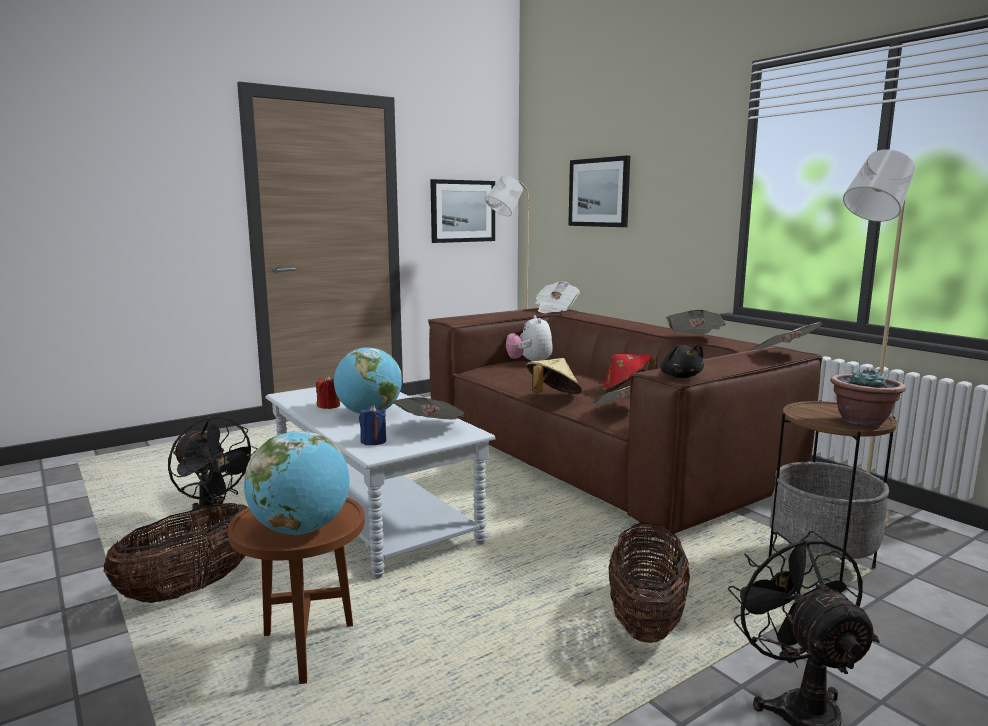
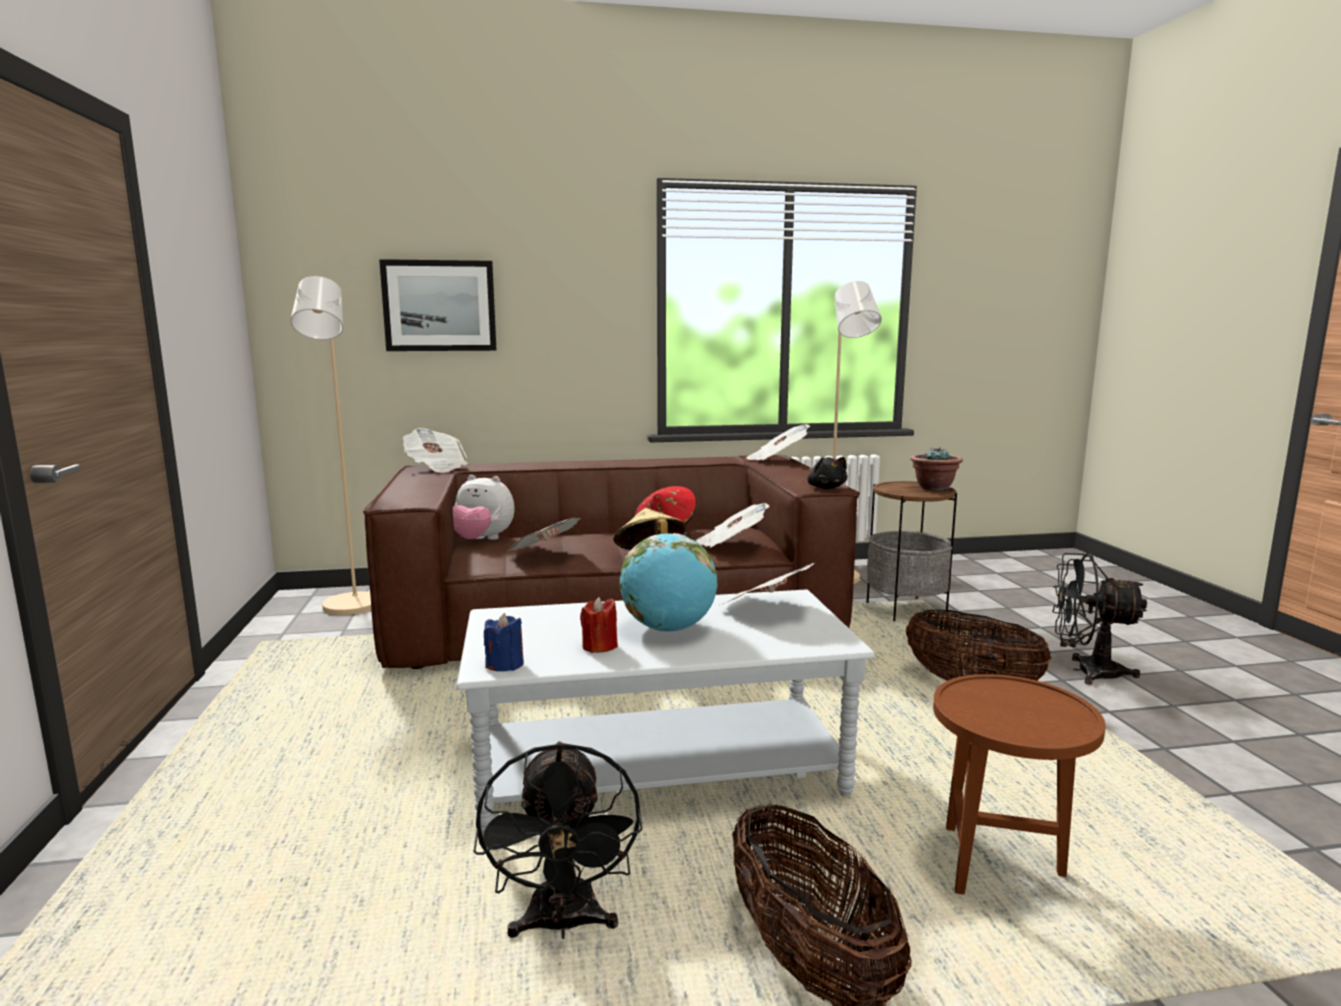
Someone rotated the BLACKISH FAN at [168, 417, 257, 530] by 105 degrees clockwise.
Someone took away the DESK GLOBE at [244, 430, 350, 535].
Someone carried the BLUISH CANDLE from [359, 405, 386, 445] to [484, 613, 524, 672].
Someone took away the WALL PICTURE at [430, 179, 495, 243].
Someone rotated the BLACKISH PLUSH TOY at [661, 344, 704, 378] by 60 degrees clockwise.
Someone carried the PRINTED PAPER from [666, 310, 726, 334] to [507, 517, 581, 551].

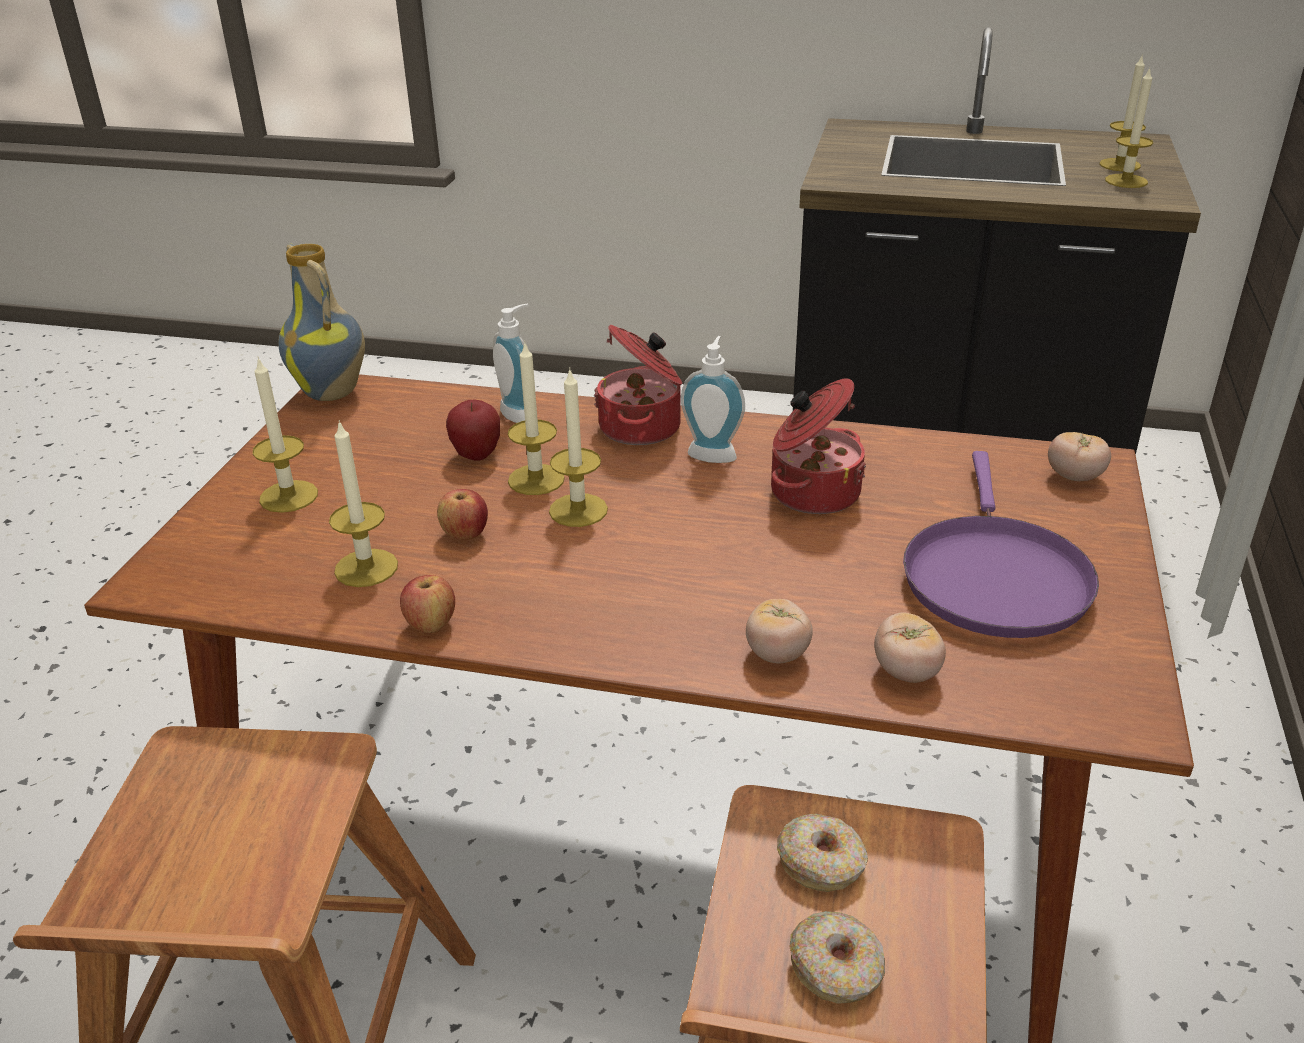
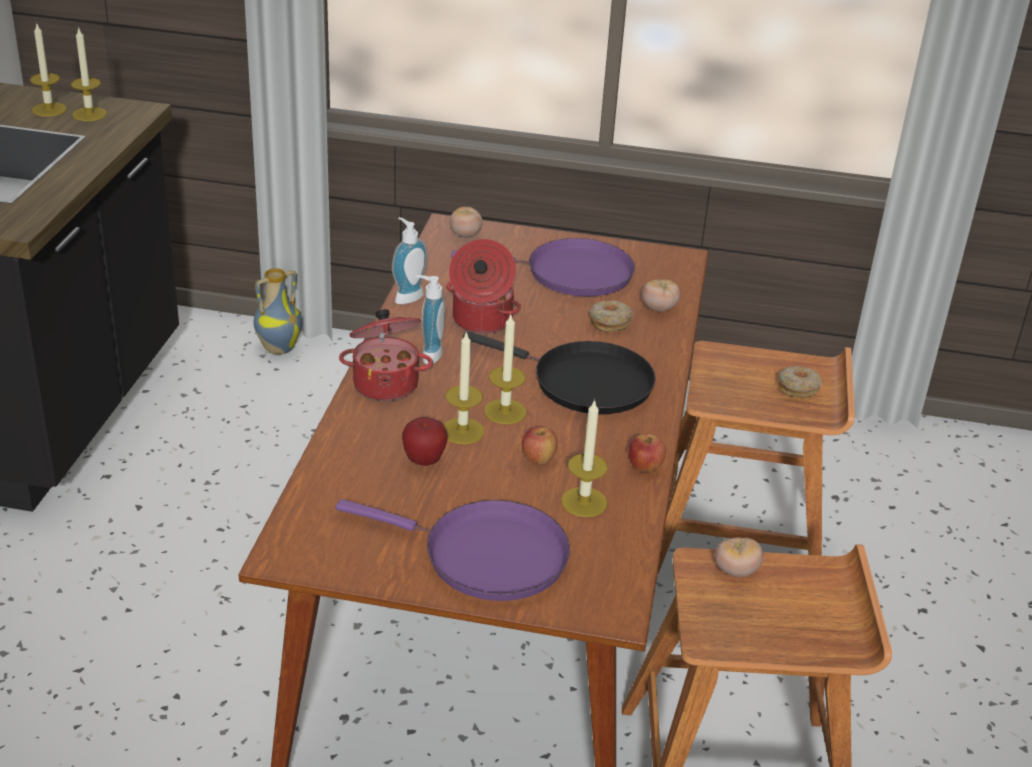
Someone swapped the CANDLE at [253, 357, 318, 513] for the PURPLE-COLOURED PAN at [336, 499, 570, 601].
Someone carried the DECORATIVE VASE from [278, 243, 365, 401] to [253, 268, 302, 354].
Someone carried the SOAP DISPENSER from [493, 304, 529, 423] to [392, 217, 428, 304].
Someone carried the WHOLE TOMATO from [746, 599, 813, 664] to [715, 537, 764, 577].
Someone carried the RING DOUGHNUT from [777, 814, 868, 892] to [589, 301, 633, 332].
Someone put down the BLACKISH PAN at [463, 331, 656, 414].

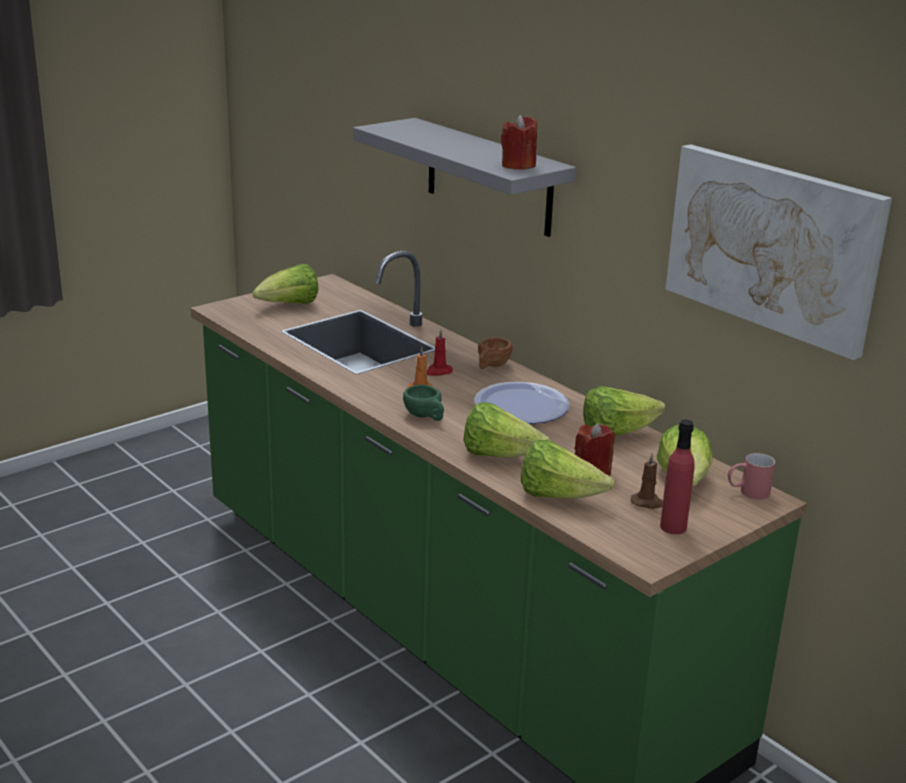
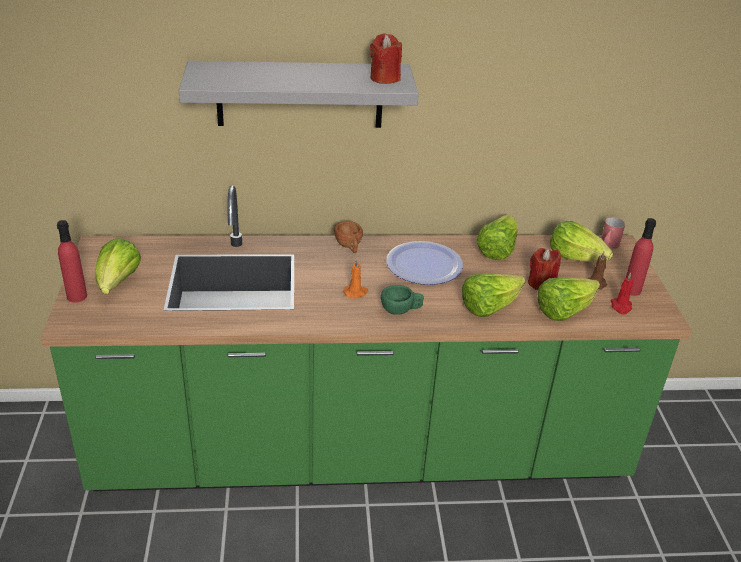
Someone carried the RED-COLOURED CANDLE from [427, 329, 453, 376] to [611, 272, 633, 315].
Someone took away the WALL PICTURE at [666, 144, 892, 360].
Someone put down the RED-COLOURED BOTTLE at [57, 220, 87, 302].

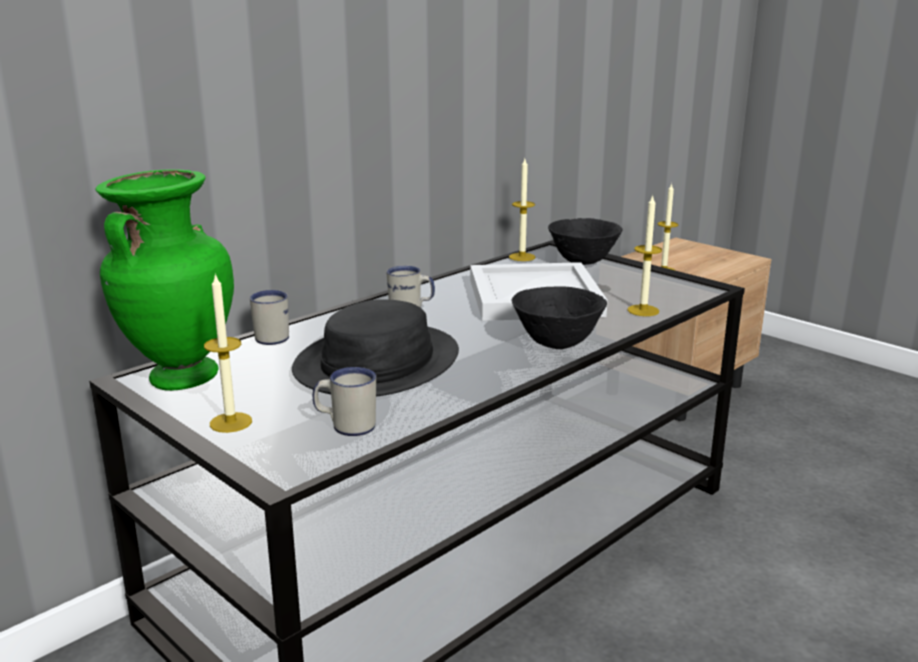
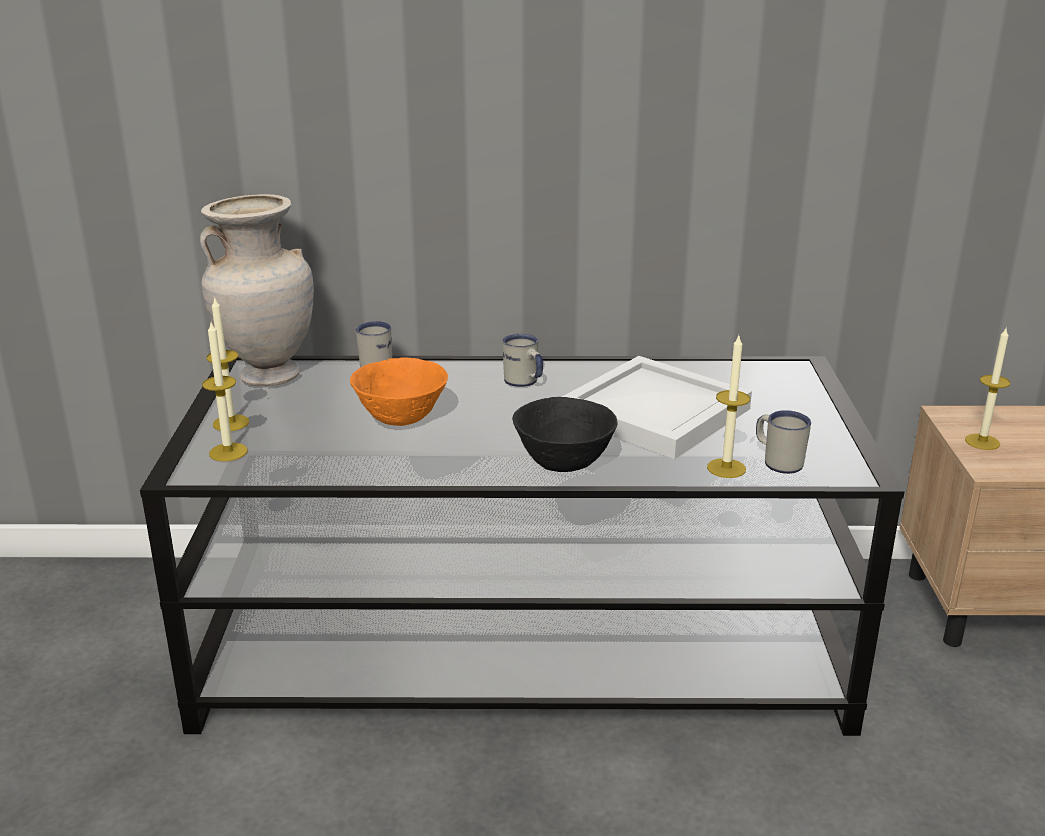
Someone repainted the GREEN DECORATIVE VASE at [95, 169, 234, 391], which became the BEIGE DECORATIVE VASE at [200, 194, 314, 386].
Someone swapped the BLACKISH HAT at [292, 299, 459, 396] for the ORANGEY DEEP DISH at [350, 358, 448, 426].
Someone carried the WHITE-COLOURED COFFEE MUG from [313, 367, 376, 436] to [756, 410, 811, 474].
Someone carried the CANDLE from [509, 159, 535, 261] to [202, 322, 247, 461].
Someone took away the BLACKISH DEEP DISH at [548, 218, 623, 265].

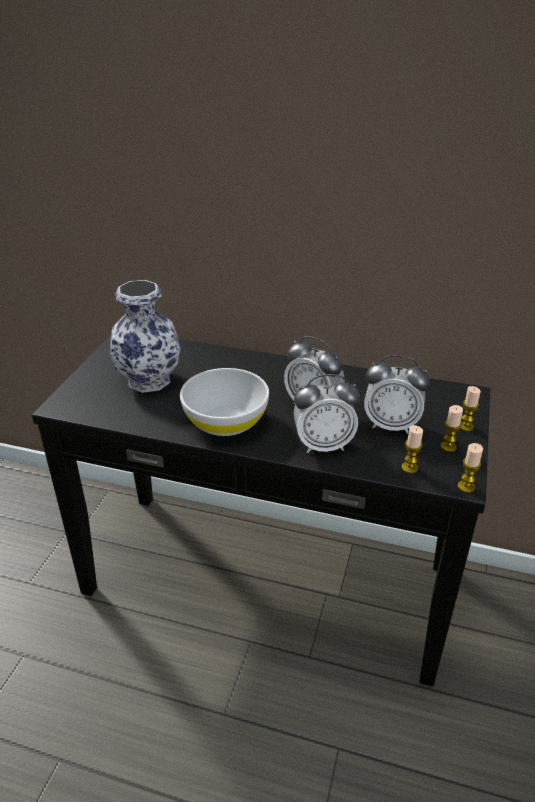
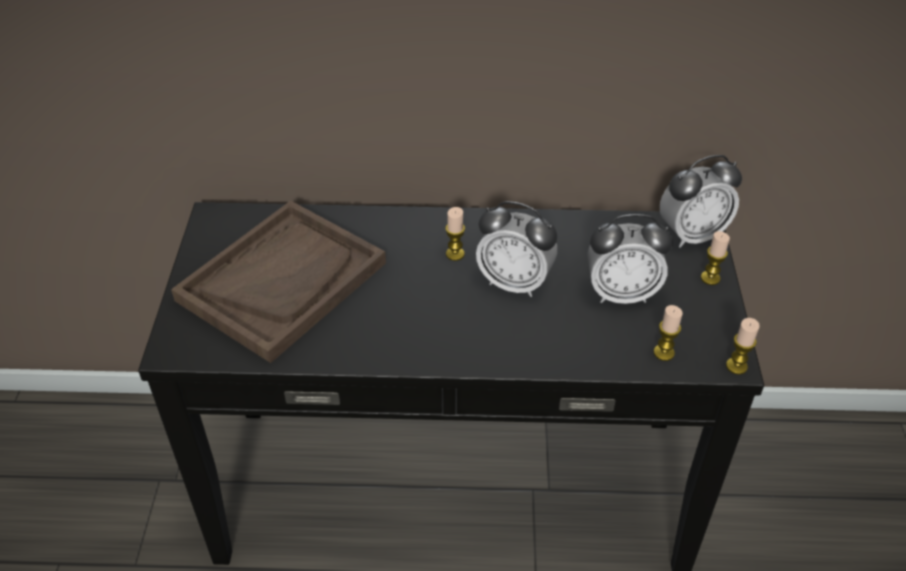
Someone swapped the DECORATIVE VASE at [110, 280, 180, 393] for the BROWN TRAY at [171, 201, 386, 363].
Someone took away the WHITE-COLOURED DEEP DISH at [180, 368, 269, 436].
Someone carried the ALARM CLOCK from [294, 374, 360, 453] to [660, 155, 742, 247].
Someone carried the CANDLE from [440, 405, 463, 452] to [445, 207, 465, 261].

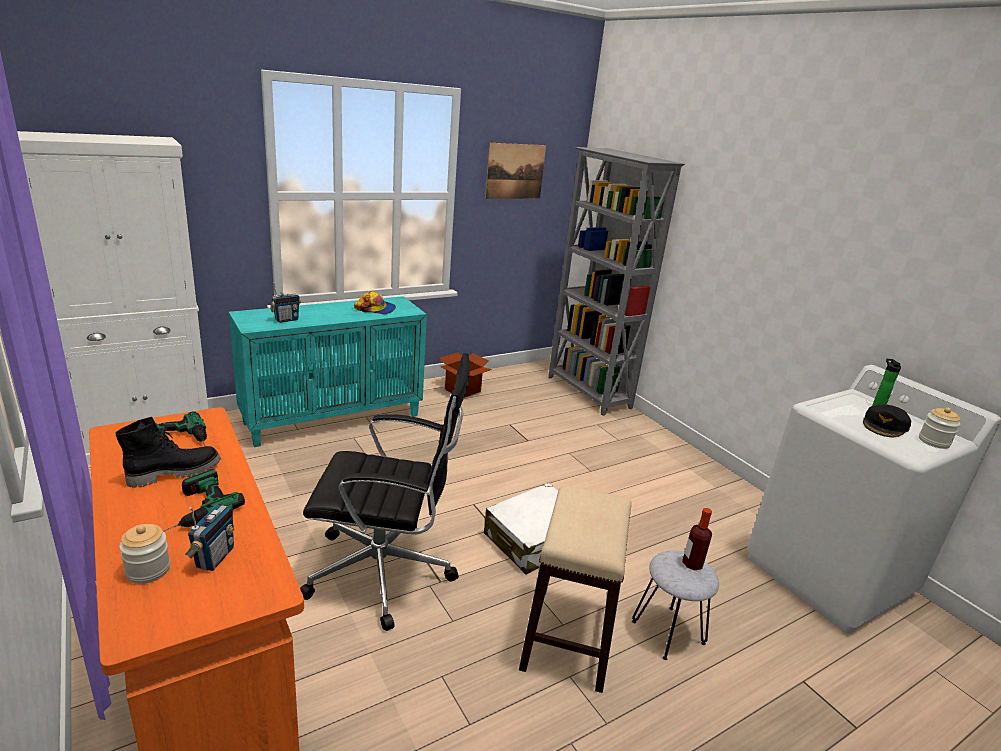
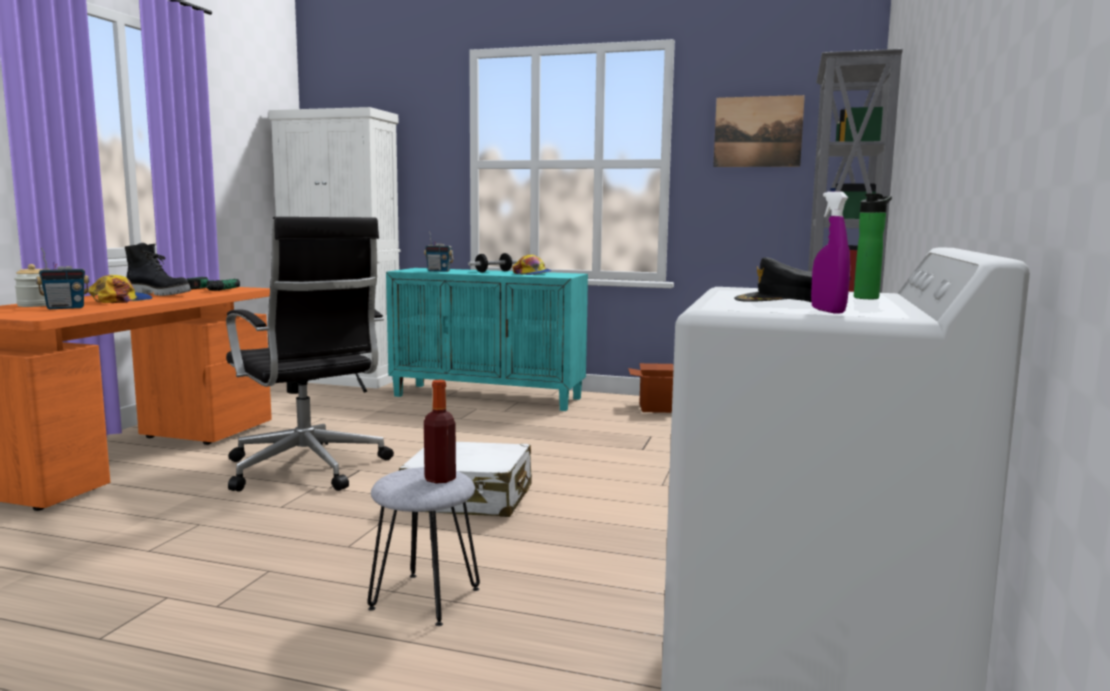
Someone swapped the ELECTRIC DRILL at [163, 469, 245, 532] for the PEAKED CAP at [88, 275, 152, 303].
Someone took away the STOOL at [519, 486, 632, 693].
Someone swapped the PRESERVE JAR at [919, 407, 961, 449] for the PURPLE-COLOURED SPRAY BOTTLE at [811, 192, 850, 313].
Someone put down the HAND WEIGHT at [468, 253, 518, 273].

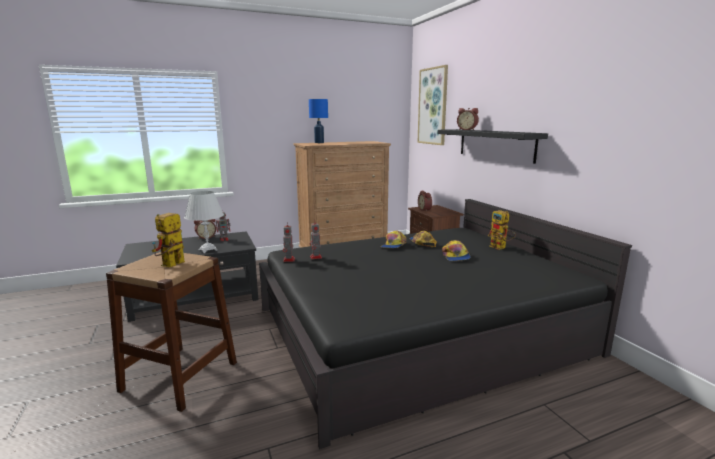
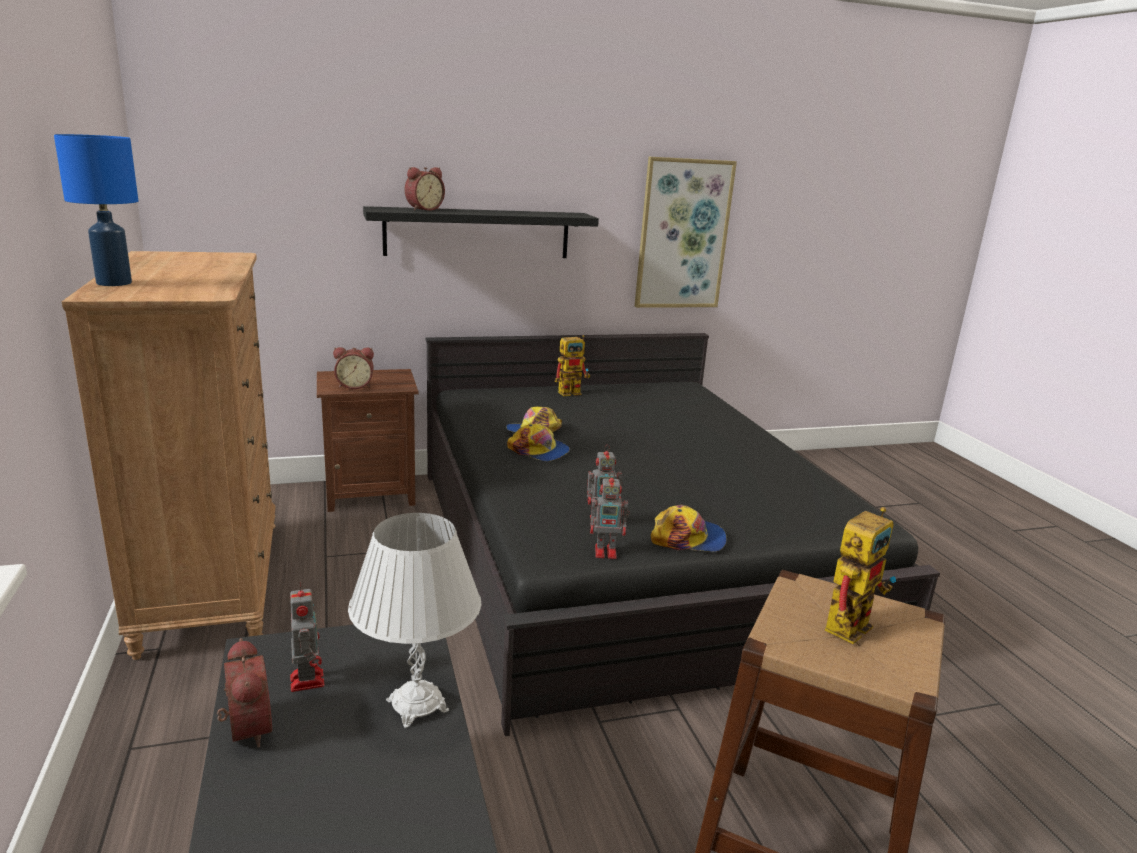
Someone rotated the MODEL ROBOT at [152, 213, 185, 267] by 75 degrees counterclockwise.
Someone carried the WALL PICTURE from [417, 65, 448, 145] to [635, 157, 737, 308].
Someone carried the PEAKED CAP from [442, 240, 470, 261] to [651, 505, 727, 552].

